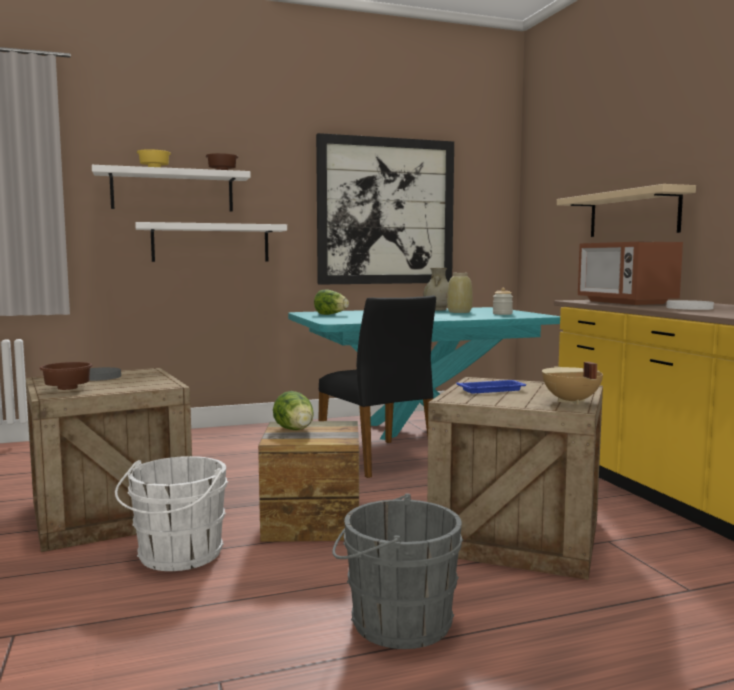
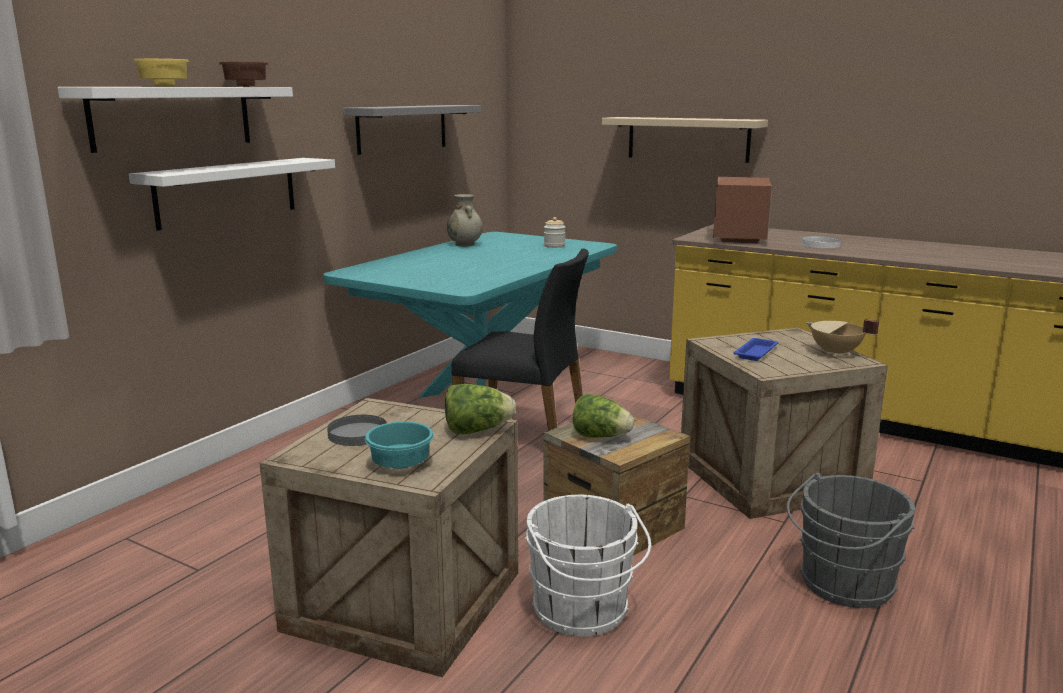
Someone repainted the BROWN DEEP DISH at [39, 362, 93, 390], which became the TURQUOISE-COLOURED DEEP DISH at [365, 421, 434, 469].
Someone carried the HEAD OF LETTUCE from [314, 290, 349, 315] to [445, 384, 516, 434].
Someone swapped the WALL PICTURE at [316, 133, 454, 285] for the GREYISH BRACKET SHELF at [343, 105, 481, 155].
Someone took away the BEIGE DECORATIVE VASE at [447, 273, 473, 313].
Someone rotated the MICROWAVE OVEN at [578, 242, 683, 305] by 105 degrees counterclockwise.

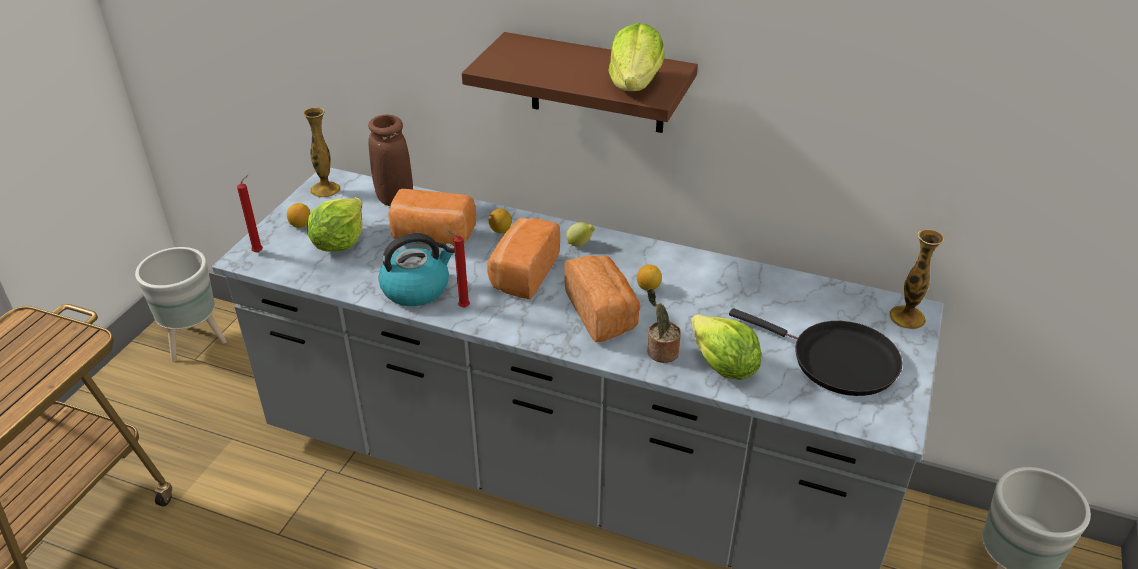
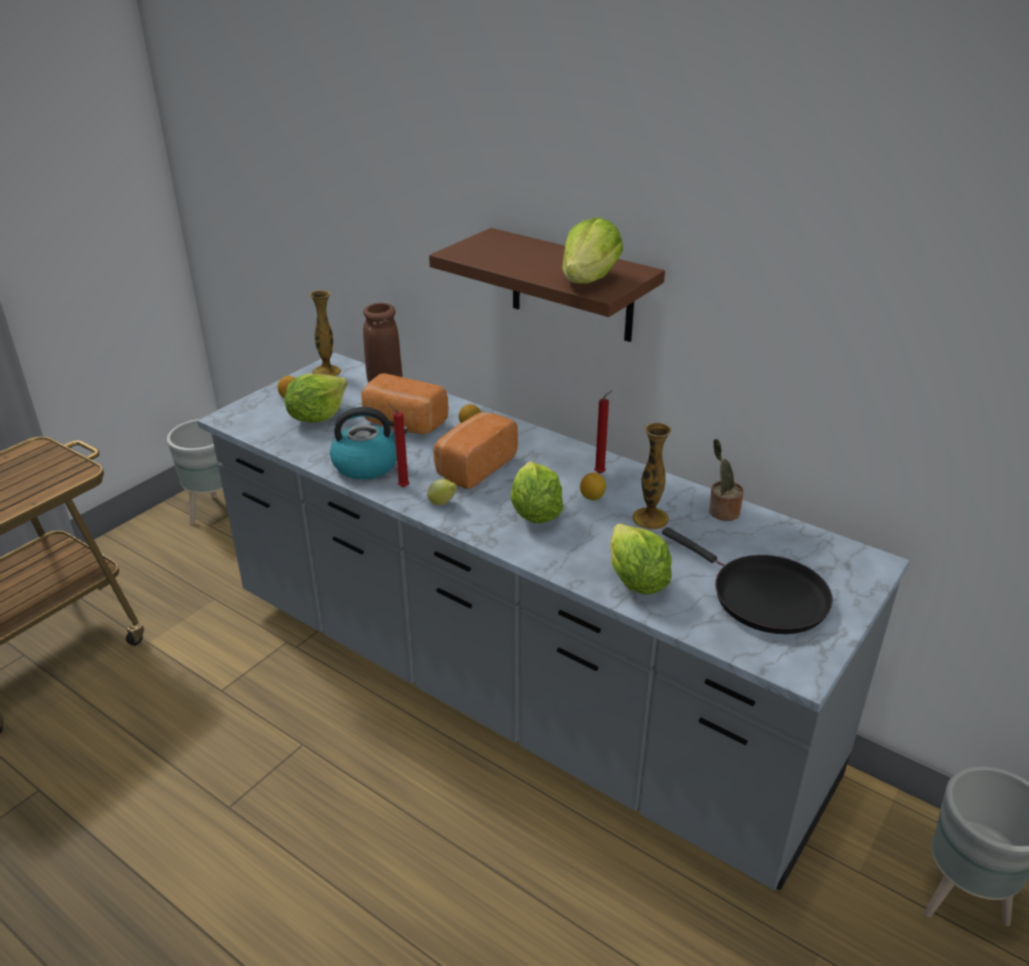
Someone carried the RED-COLOURED CANDLE from [237, 174, 263, 253] to [594, 390, 613, 474].
Someone swapped the BAKERY BREAD at [564, 255, 640, 342] for the HEAD OF LETTUCE at [511, 461, 563, 523].
Someone carried the WHOLE LEMON from [566, 222, 595, 247] to [427, 479, 457, 505].
Someone carried the HOUSEPLANT from [647, 288, 681, 363] to [709, 439, 744, 521].
Someone carried the DECORATIVE VASE from [889, 229, 945, 329] to [633, 423, 671, 530].

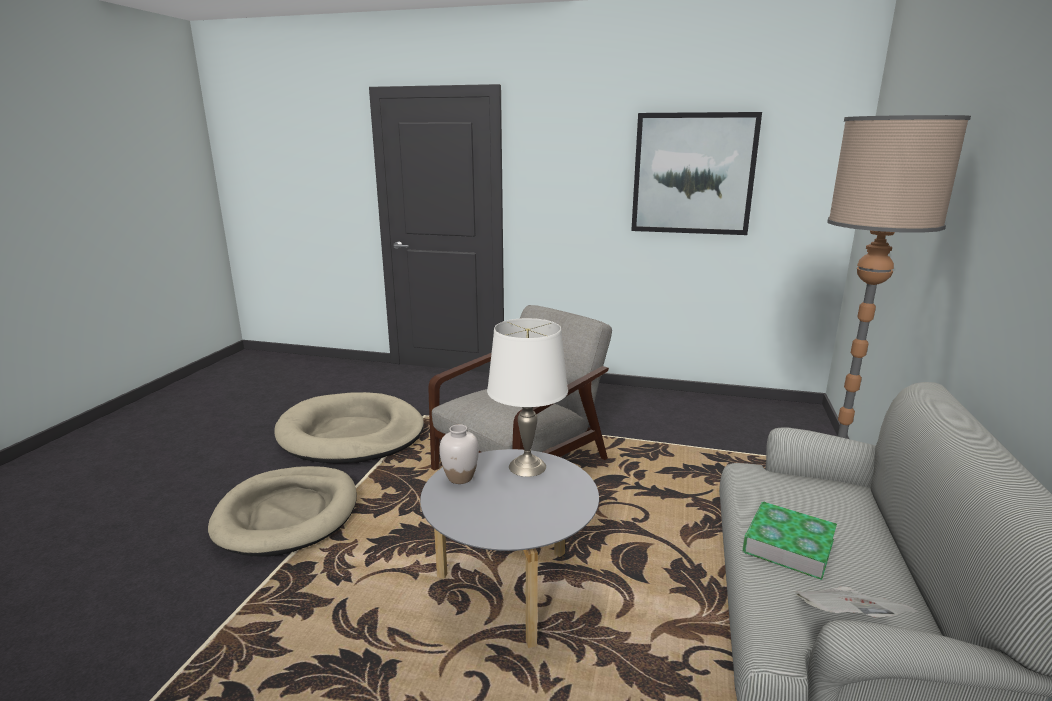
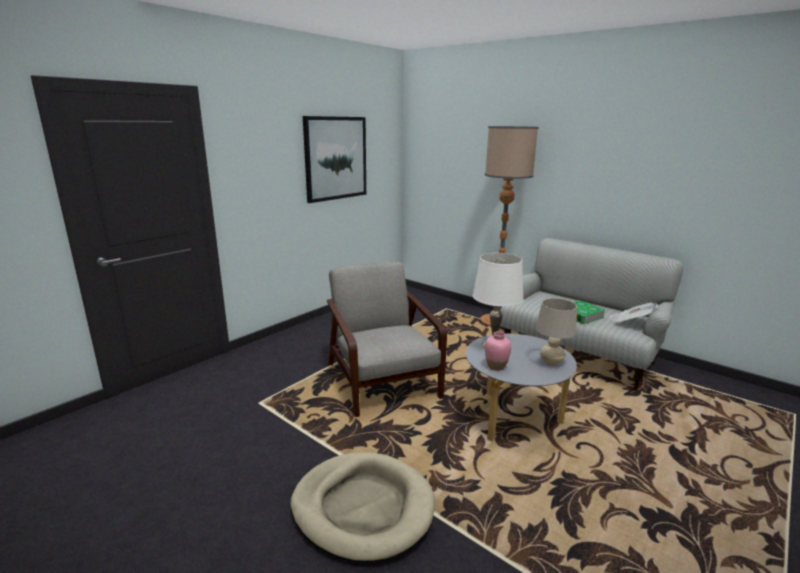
Someone took away the BEIGE PET BED at [274, 392, 424, 464].
Someone repainted the WHITE-COLOURED DECORATIVE VASE at [439, 424, 479, 484], which became the PINK DECORATIVE VASE at [485, 331, 511, 371].
Someone put down the BEIGE LAMP FOR A TABLE at [536, 298, 577, 366].

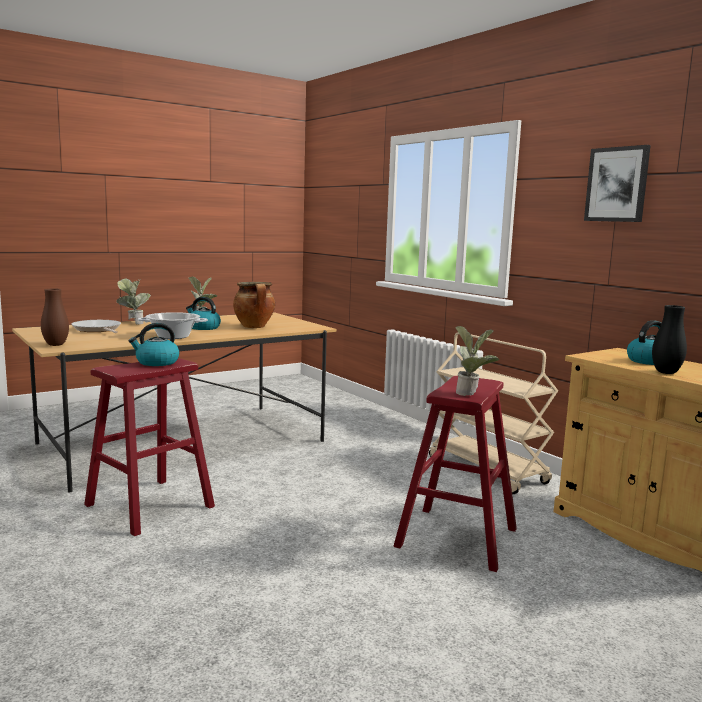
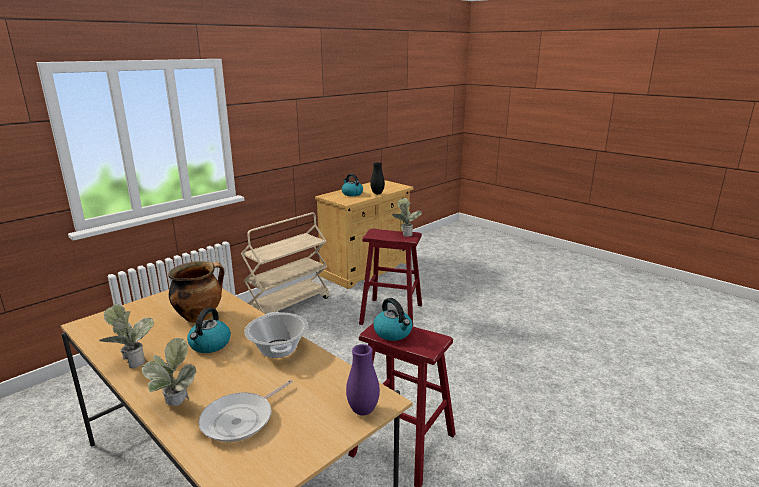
Someone repainted the BROWN DECORATIVE VASE at [41, 289, 69, 346], which became the PURPLE-COLOURED DECORATIVE VASE at [346, 344, 380, 415].
Someone took away the WALL PICTURE at [584, 145, 651, 222].

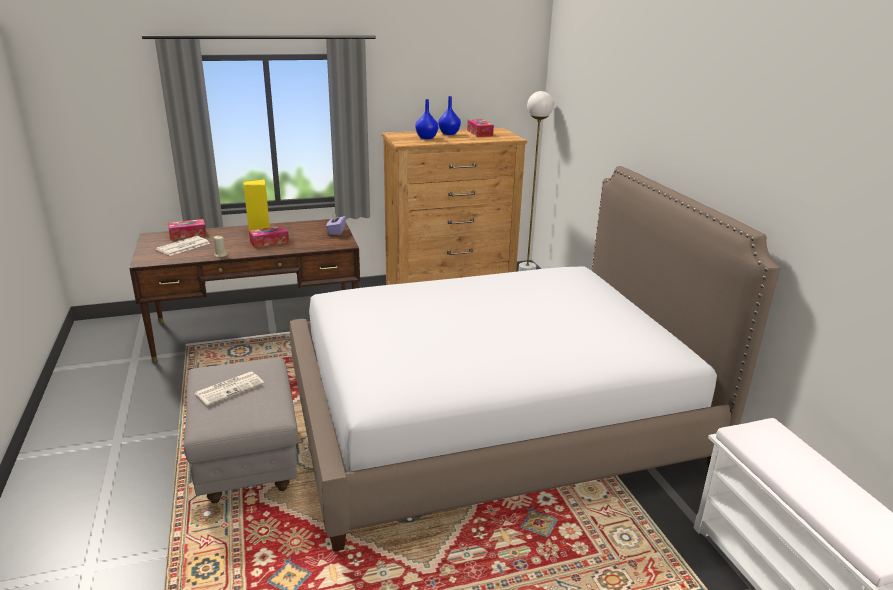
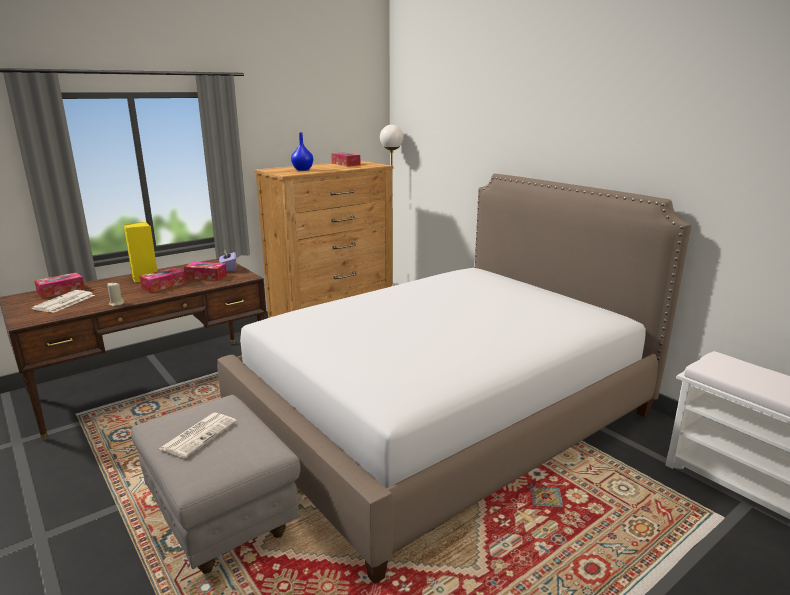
Someone took away the BLUISH DECORATIVE VASE at [438, 96, 461, 135].
Someone put down the BOX OF TISSUES at [184, 262, 227, 281].

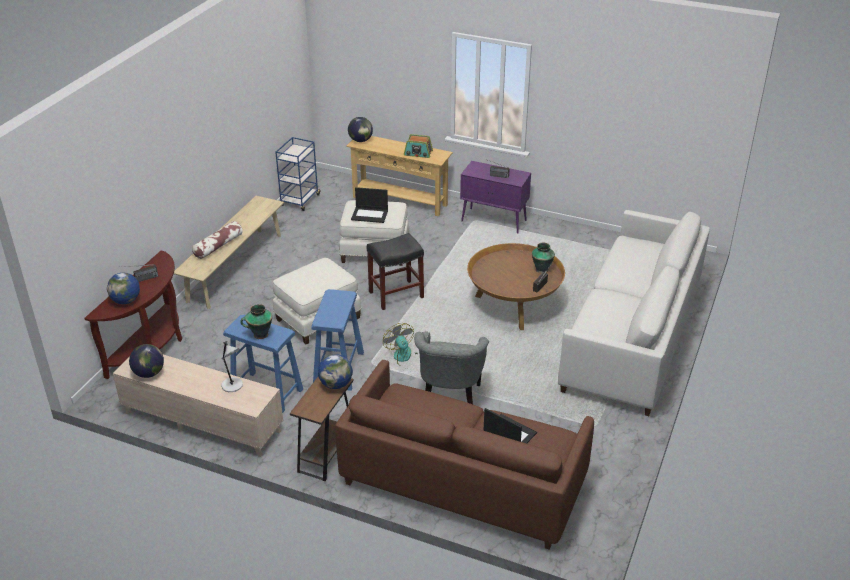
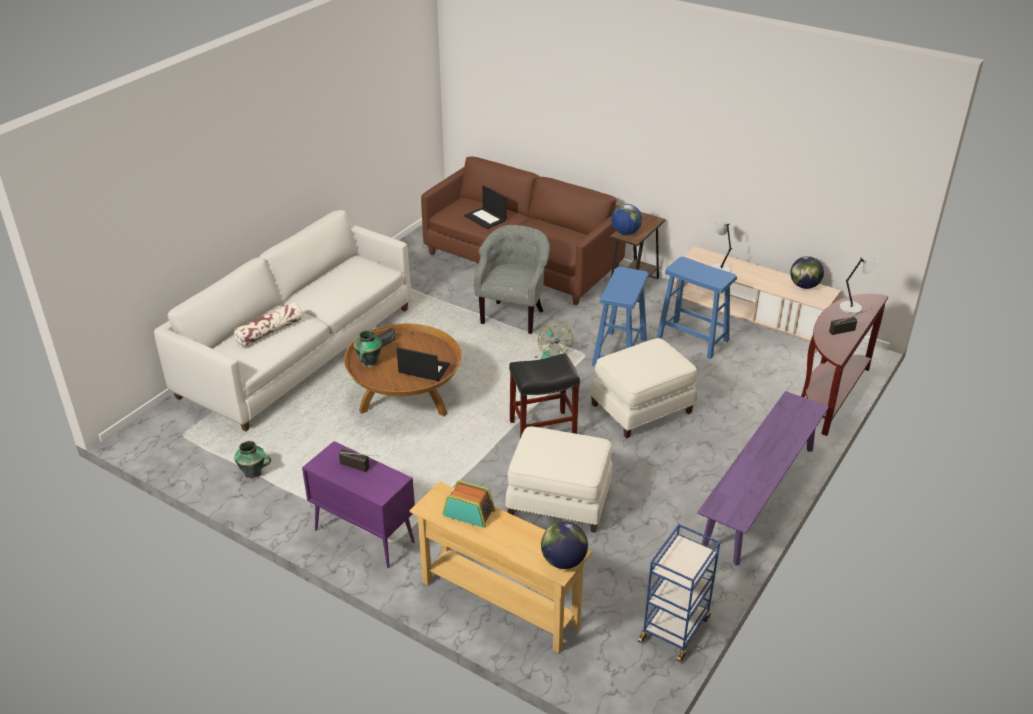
Someone swapped the DESK GLOBE at [107, 273, 140, 304] for the GREYISH LAMP FOR A TABLE at [840, 257, 877, 314].
Someone repainted the BEIGE LONG SEAT at [174, 196, 284, 309], which became the PURPLE-COLOURED LONG SEAT at [697, 391, 829, 566].
Someone carried the THROW PILLOW from [192, 221, 243, 259] to [234, 302, 303, 346].
Someone carried the DECORATIVE VASE from [240, 304, 272, 339] to [234, 441, 271, 480].
Someone carried the LAPTOP from [351, 187, 388, 223] to [397, 347, 450, 381].

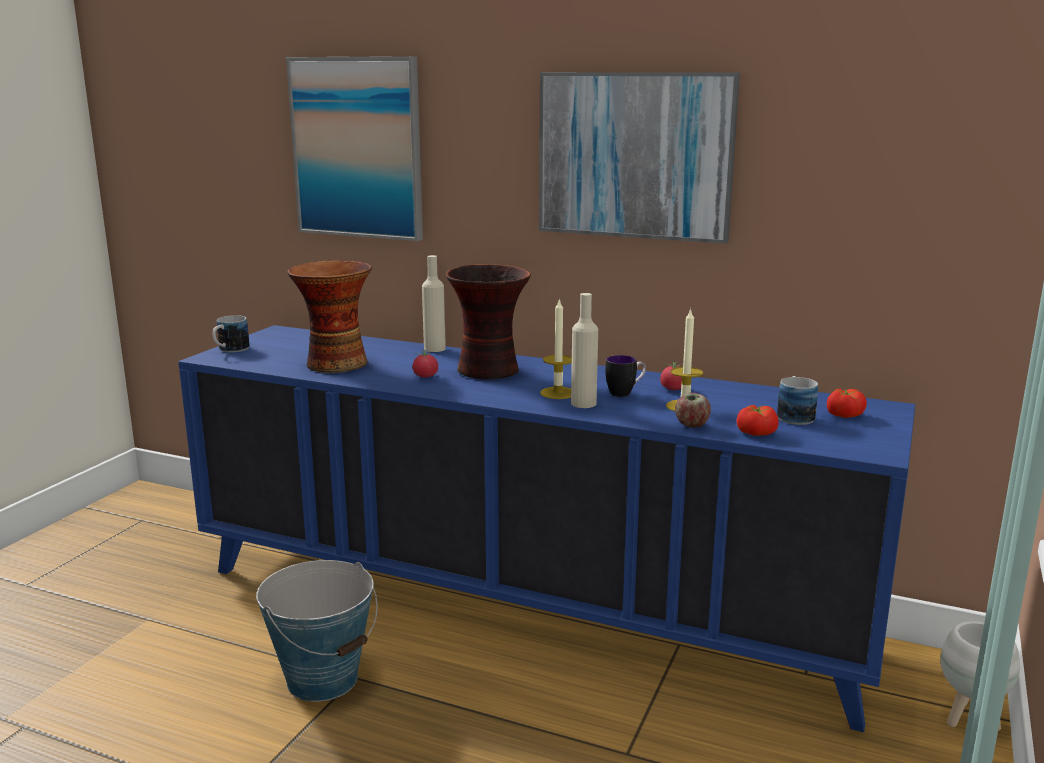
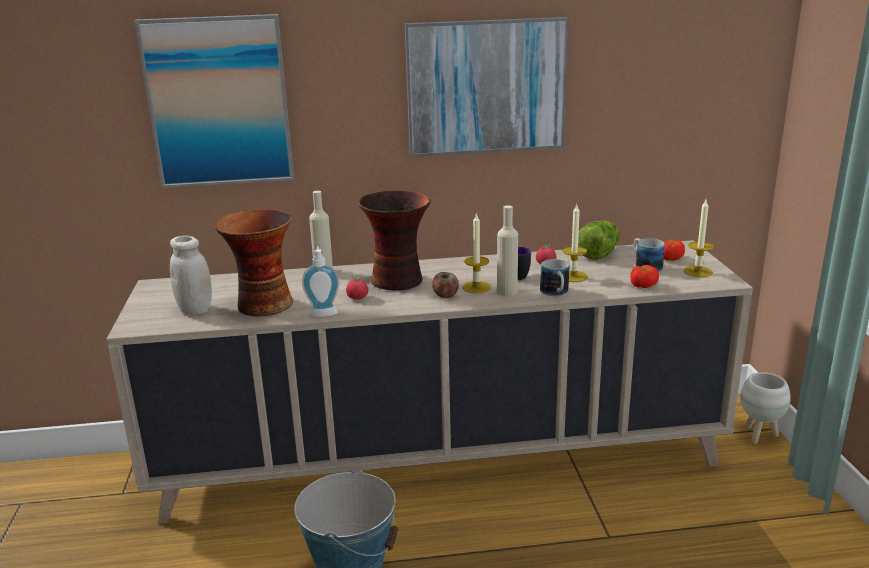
Someone repainted the BLUISH CUPBOARD at [178, 325, 915, 732], which became the BEIGE CUPBOARD at [106, 240, 753, 524].
Someone carried the COFFEE MUG from [212, 315, 250, 352] to [540, 259, 569, 296].
Someone carried the APPLE FRUIT from [675, 393, 711, 428] to [432, 272, 459, 298].
Someone put down the WHITE-COLOURED PRESERVE JAR at [170, 235, 212, 315].
Someone put down the SOAP DISPENSER at [302, 246, 339, 317].
Someone put down the HEAD OF LETTUCE at [578, 221, 619, 260].
Someone put down the CANDLE at [683, 200, 714, 277].

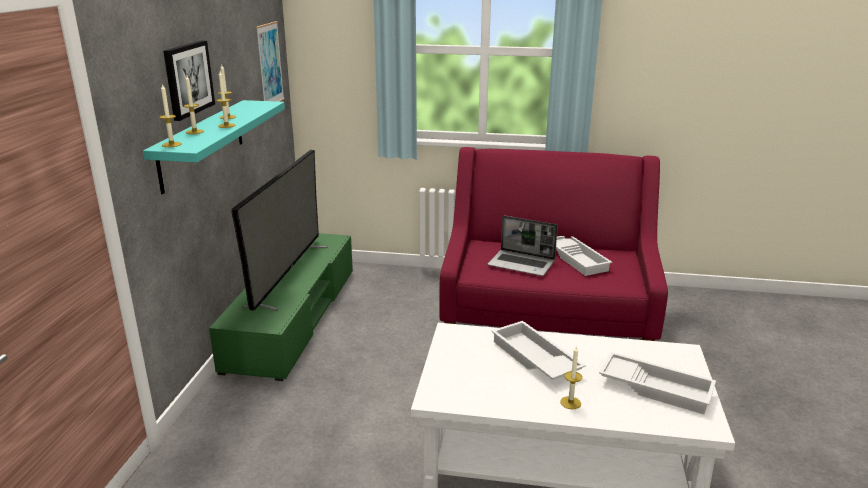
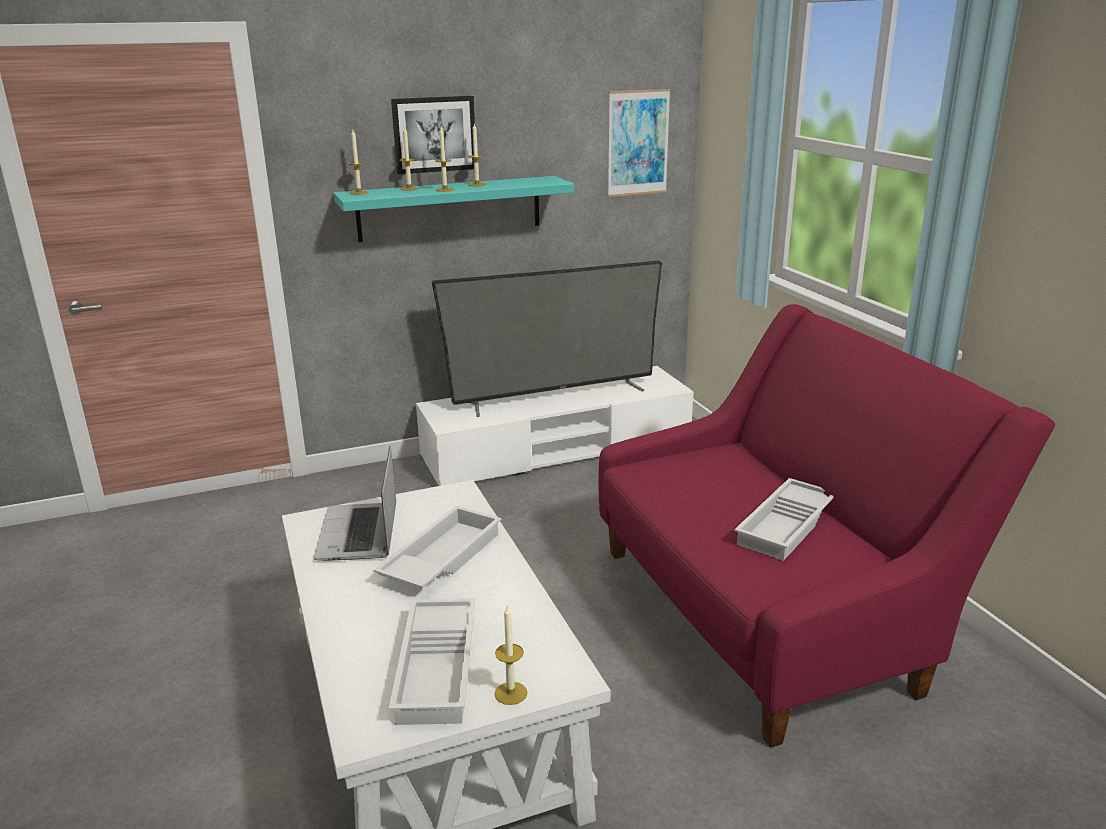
Someone repainted the GREEN TV UNIT at [209, 233, 353, 381], which became the WHITE-COLOURED TV UNIT at [416, 366, 693, 486].
Someone carried the LAPTOP from [488, 215, 558, 276] to [314, 446, 396, 561].
Someone carried the CANDLE from [560, 346, 582, 409] to [495, 604, 528, 705].

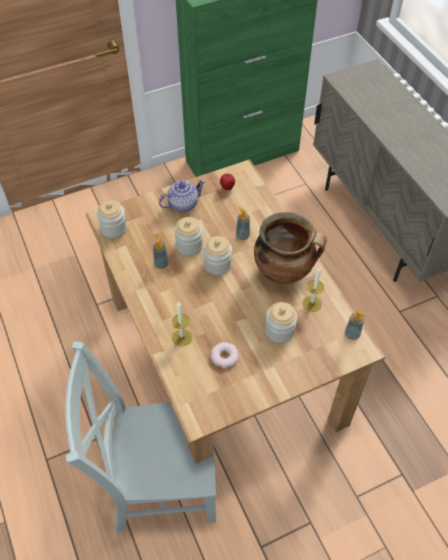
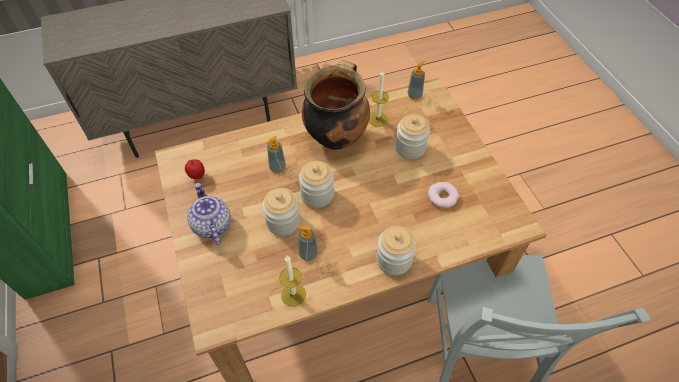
Someone carried the PRESERVE JAR from [97, 200, 127, 238] to [376, 226, 416, 275].
Someone carried the CANDLE from [172, 302, 192, 346] to [279, 256, 306, 307].

